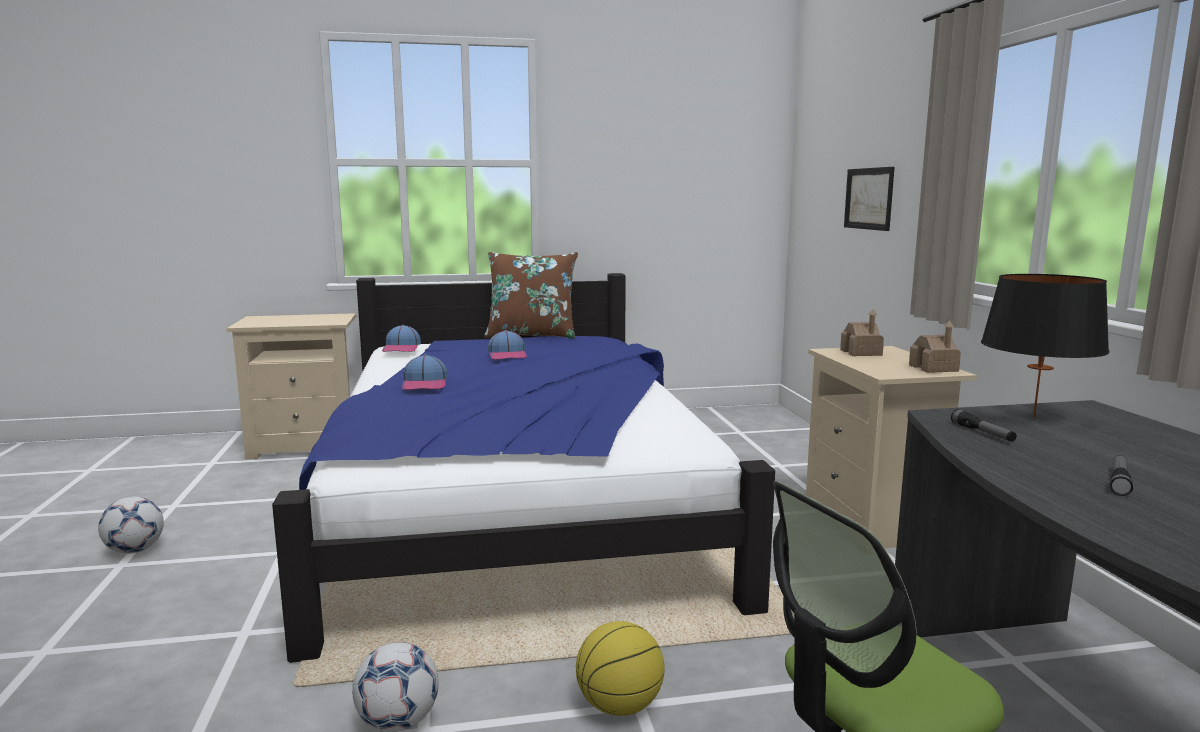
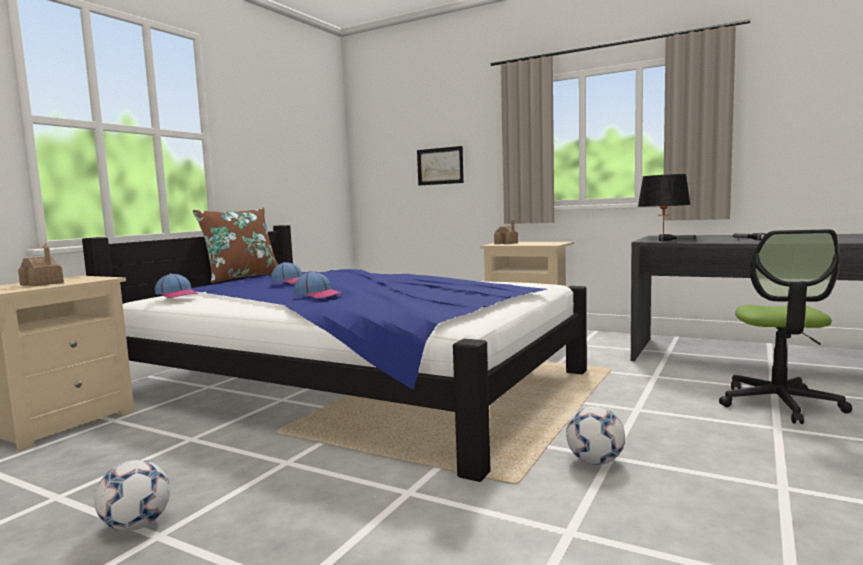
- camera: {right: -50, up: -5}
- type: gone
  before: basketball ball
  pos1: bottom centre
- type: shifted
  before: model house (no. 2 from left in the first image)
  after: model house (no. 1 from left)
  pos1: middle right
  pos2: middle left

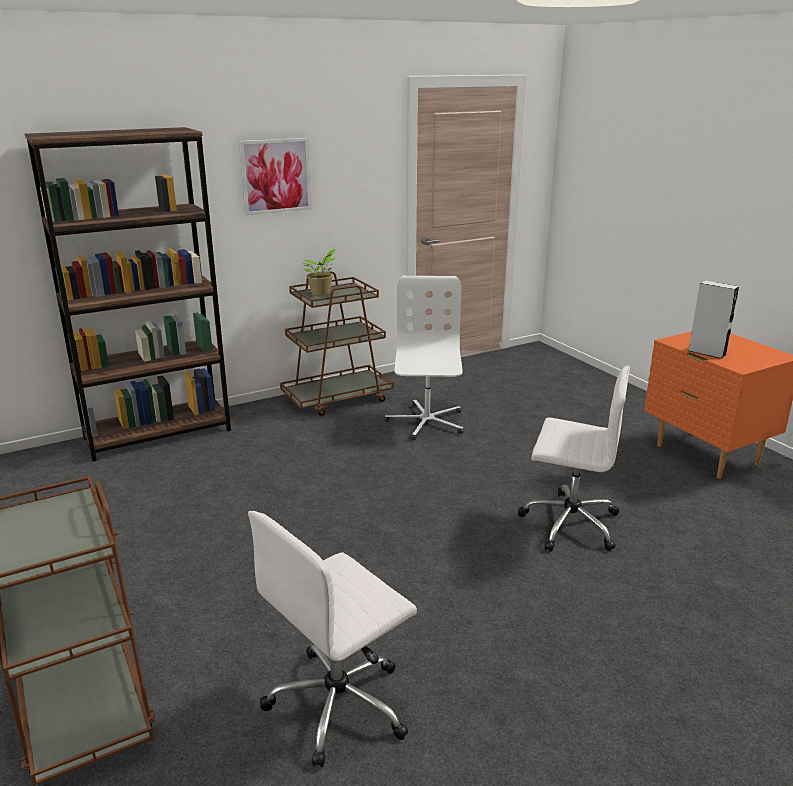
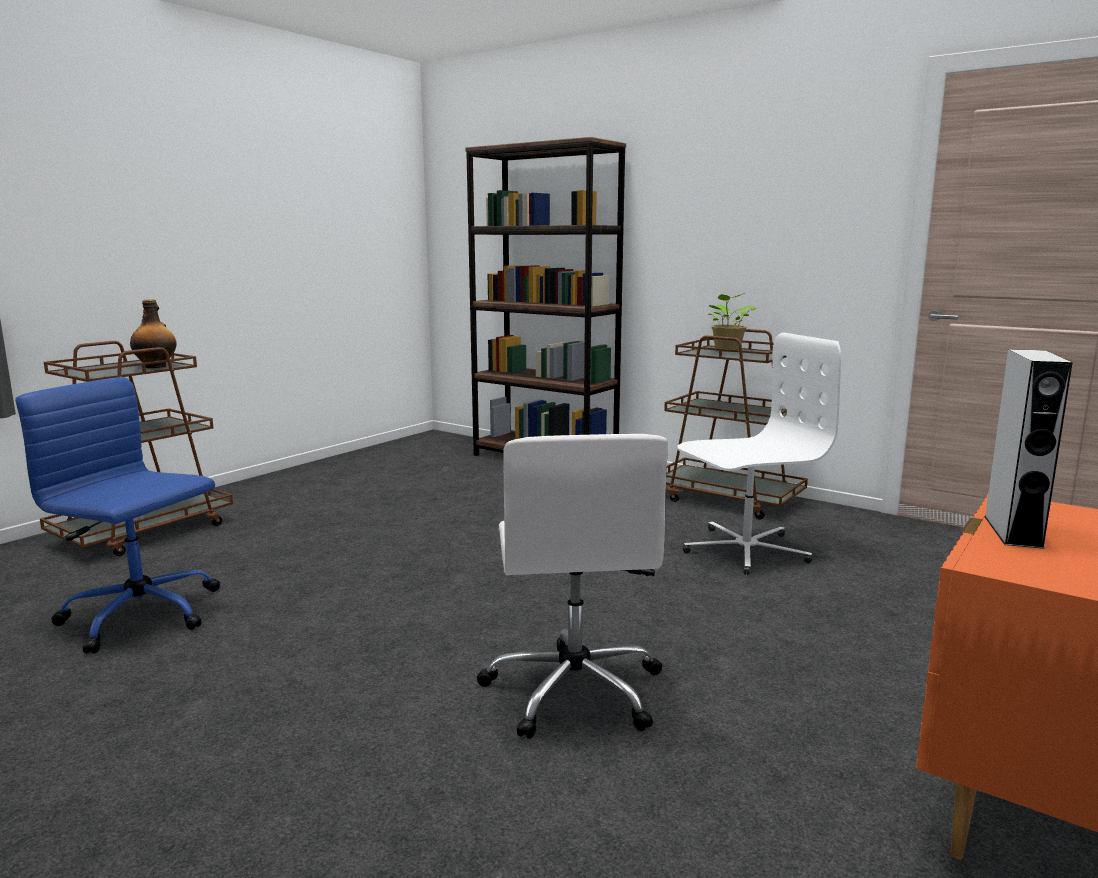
- camera: {right: 65, up: -10}
- type: gone
  before: wall picture
  pos1: top centre
- type: repainted
  before: white computer chair (no. 1 from left)
  after: blue-coloured computer chair
  pos1: bottom centre
  pos2: middle left
- type: new
  after: drink bottle
  pos2: middle left

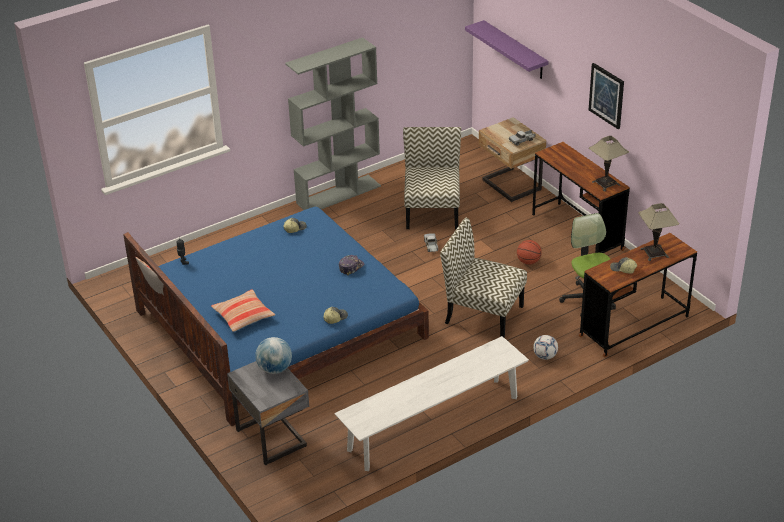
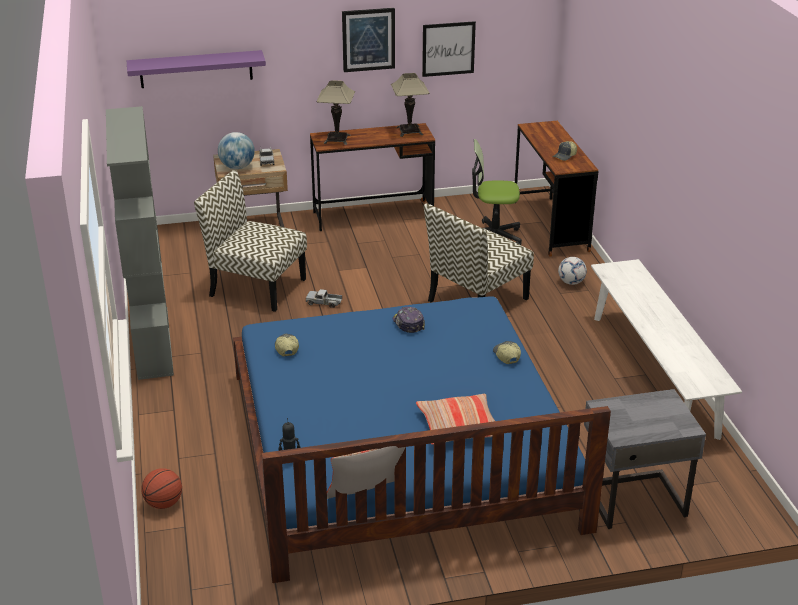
- camera: {right: -70, up: -5}
- type: shifted
  before: globe
  pos1: bottom centre
  pos2: top left
- type: shifted
  before: basketball ball
  pos1: middle right
  pos2: bottom left
- type: shifted
  before: lamp for a table (no. 2 from left in the first image)
  after: lamp for a table (no. 1 from left)
  pos1: middle right
  pos2: top centre
- type: new
  after: wall picture (no. 2 from left)
  pos2: top centre

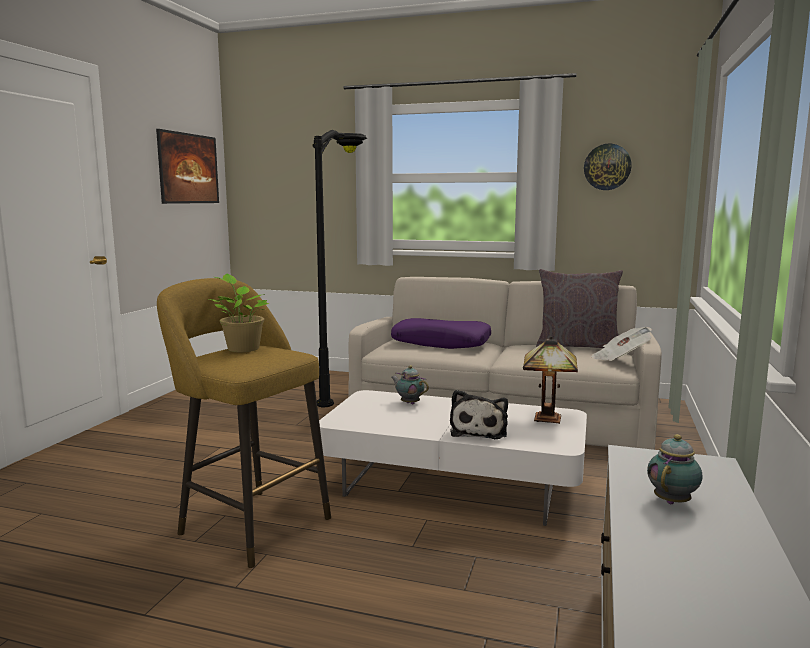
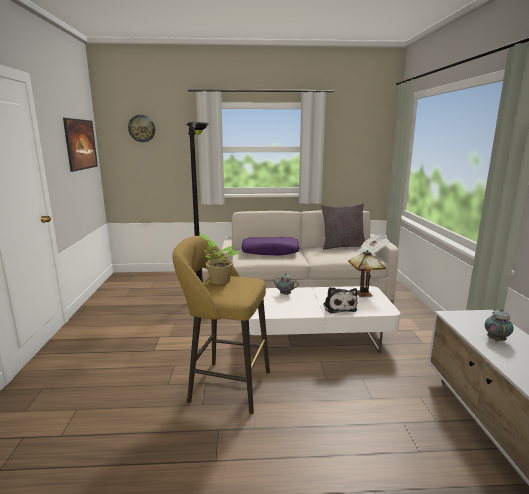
- camera: {right: -20, up: 5}
- type: shifted
  before: wall clock
  pos1: top right
  pos2: top left

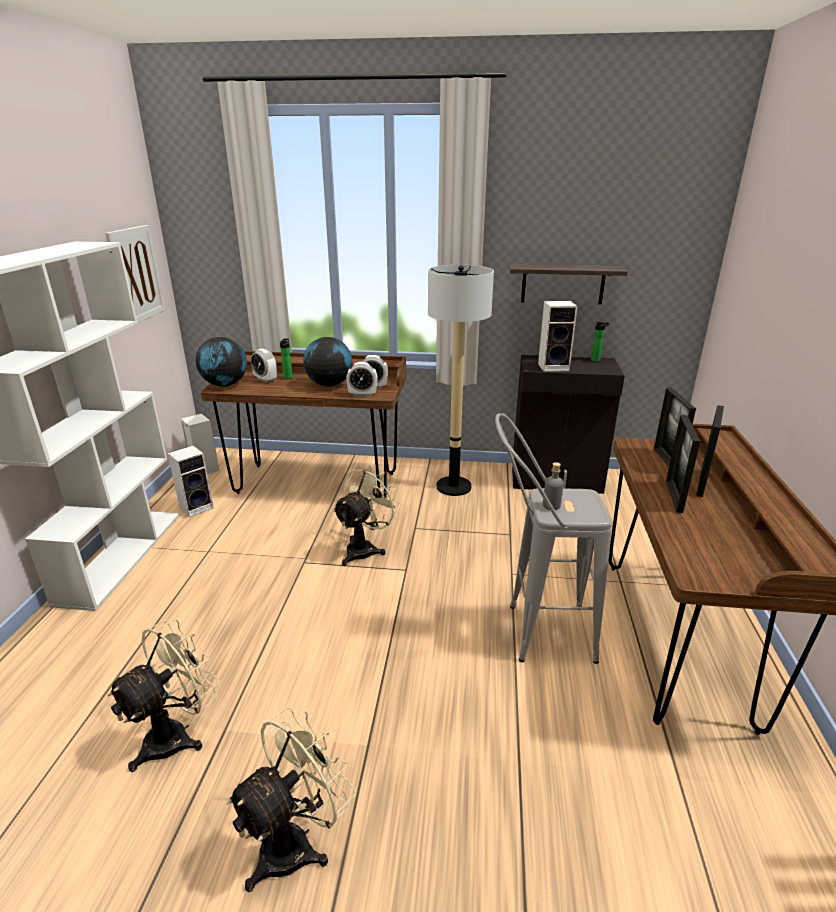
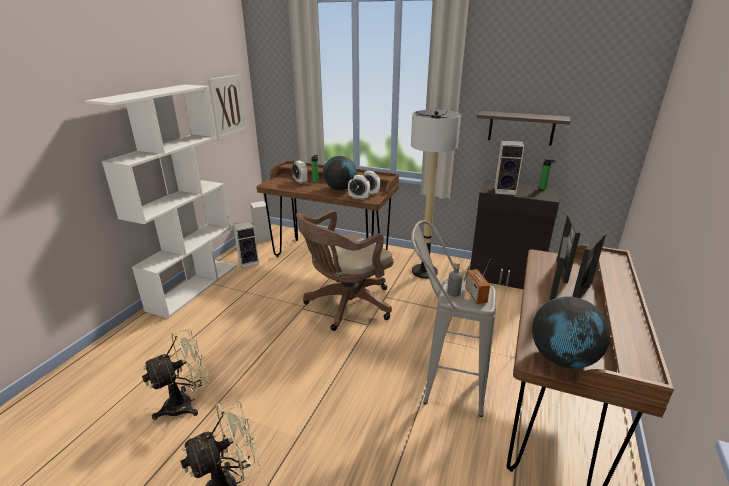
- camera: {right: 15, up: 0}
- type: shifted
  before: globe (no. 1 from left in the first image)
  after: globe (no. 2 from left)
  pos1: middle left
  pos2: bottom right
- type: swapped
  before: beige-coloured fan (no. 3 from left)
  after: brown-coloured computer chair
  pos1: centre
  pos2: centre
- type: new
  after: radio
  pos2: centre

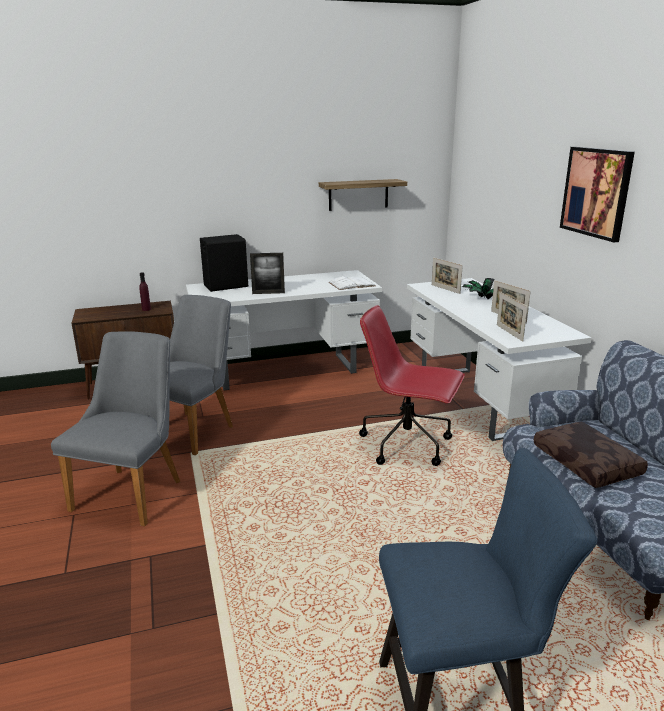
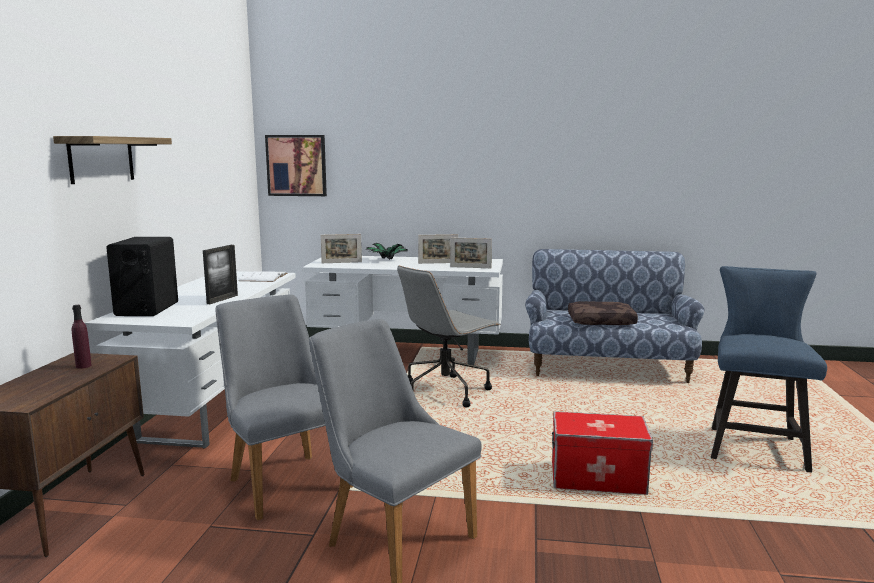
- camera: {right: -65, up: -10}
- type: shifted
  before: bracket shelf
  pos1: top centre
  pos2: top left
- type: repainted
  before: red-coloured computer chair
  after: greyish computer chair
  pos1: centre
  pos2: centre
- type: shifted
  before: wall picture
  pos1: top right
  pos2: top centre
- type: new
  after: storage bin
  pos2: bottom right

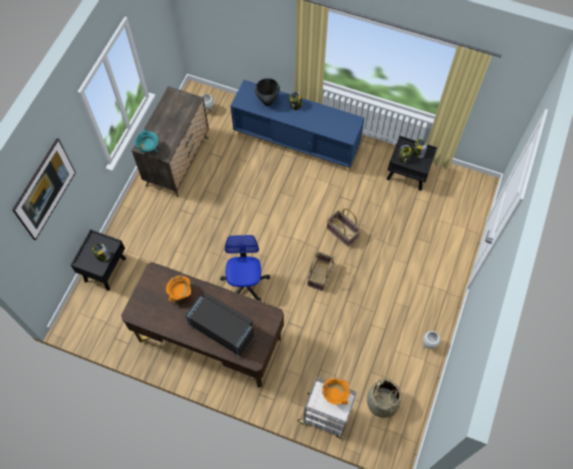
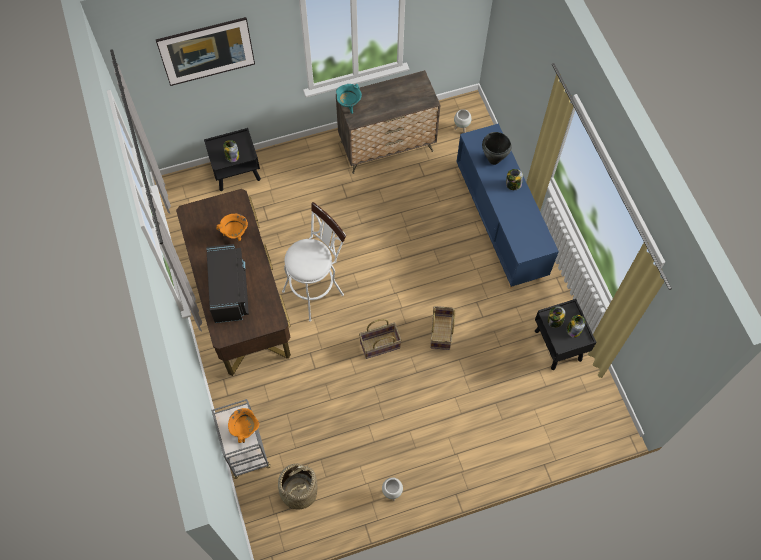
- camera: {right: 50, up: 0}
- type: swapped
  before: computer chair
  after: white stool seat
  pos1: centre
  pos2: centre

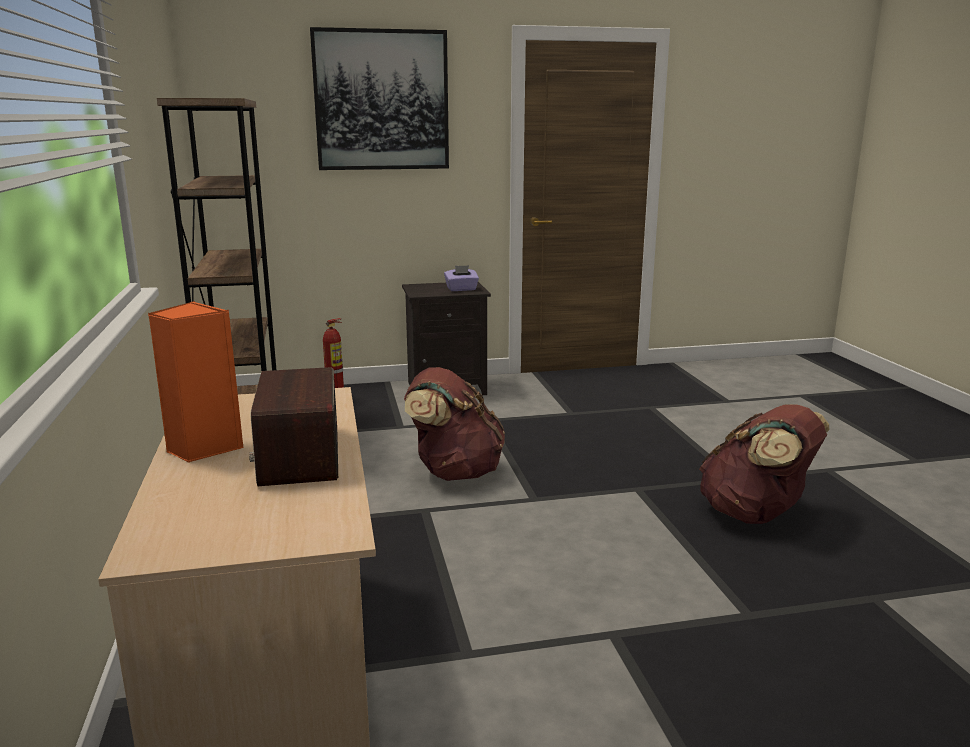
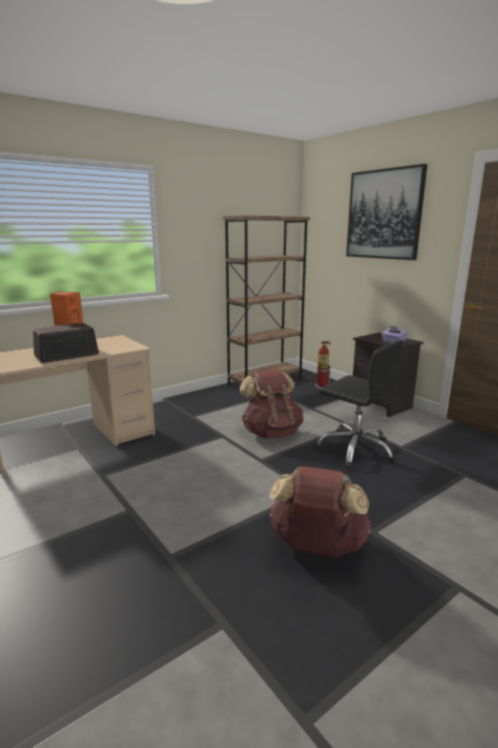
- camera: {right: 65, up: 0}
- type: new
  after: black computer chair
  pos2: middle right

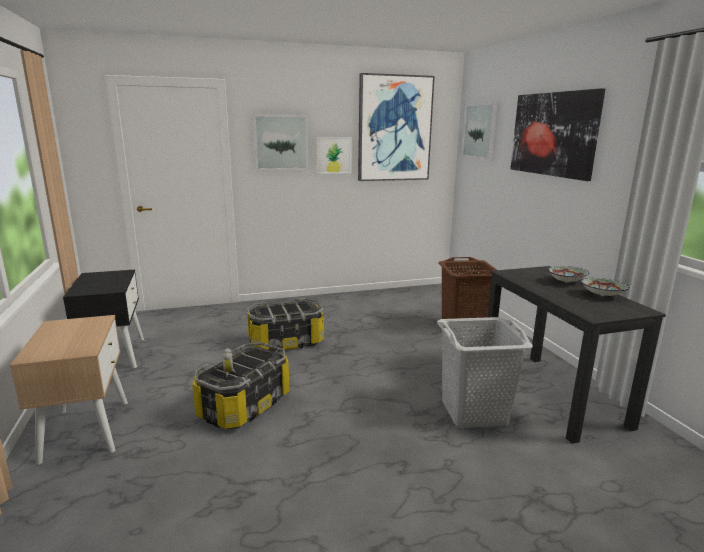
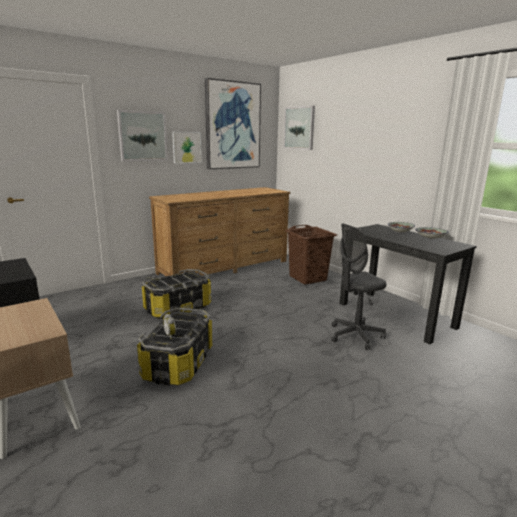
- camera: {right: -20, up: 0}
- type: swapped
  before: greyish laundry basket
  after: greyish computer chair
  pos1: bottom right
  pos2: middle right
- type: gone
  before: wall picture (no. 5 from left)
  pos1: top right
- type: new
  after: brown-coloured chest of drawers
  pos2: centre

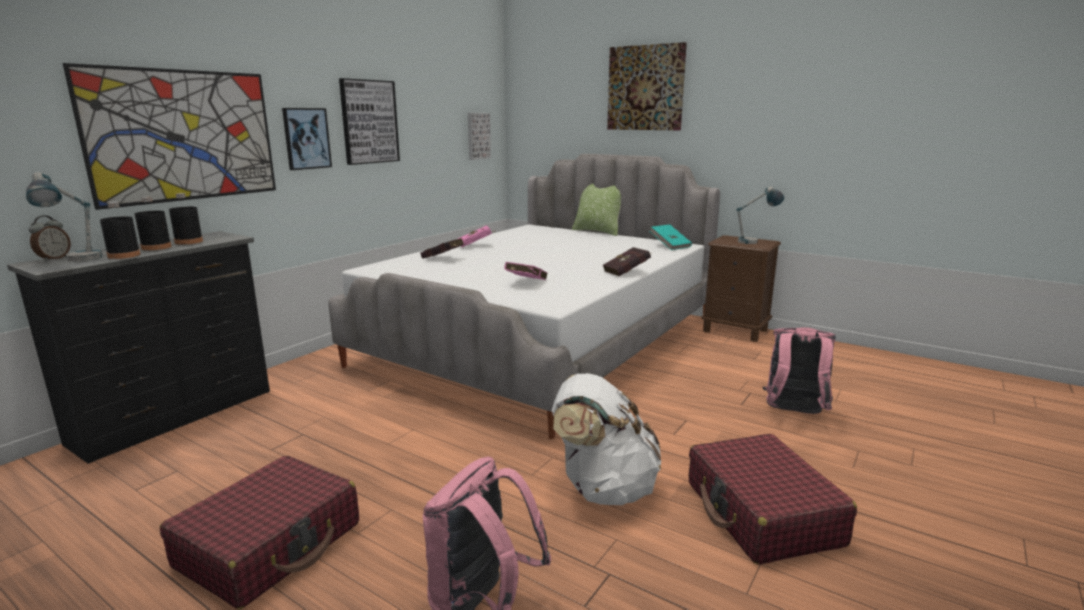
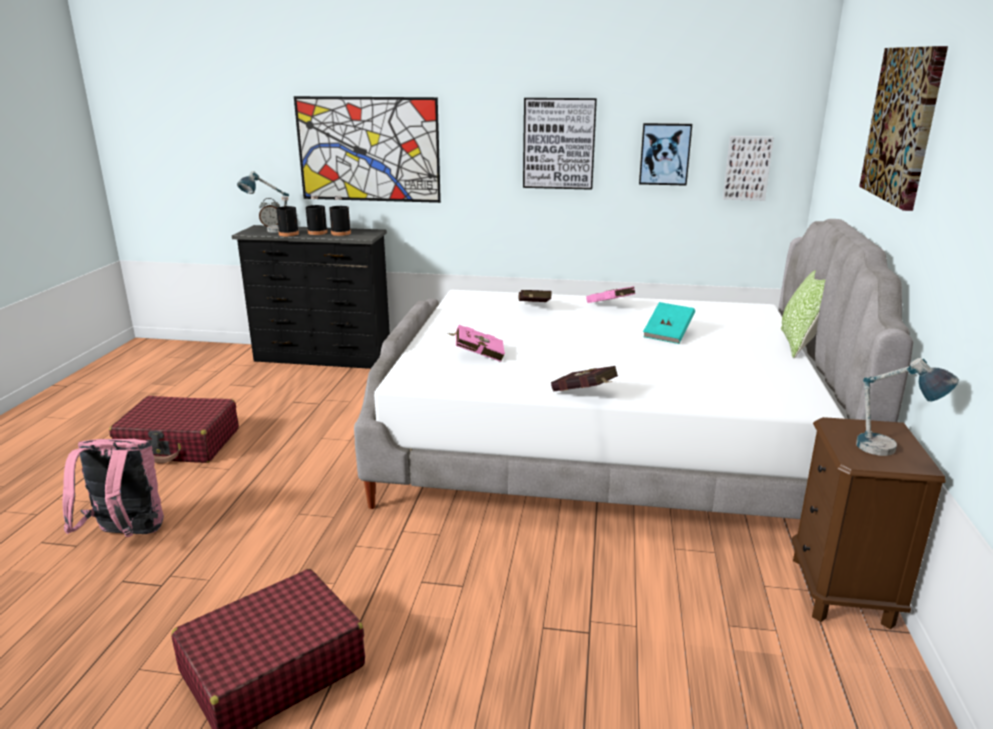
- camera: {right: 65, up: 5}
- type: shifted
  before: wall picture (no. 2 from left in the first image)
  after: wall picture (no. 3 from left)
  pos1: top left
  pos2: top right
- type: gone
  before: white knapsack
  pos1: bottom centre
- type: shifted
  before: blue-green book
  pos1: centre
  pos2: middle right
- type: gone
  before: pink-coloured knapsack (no. 2 from left)
  pos1: middle right

